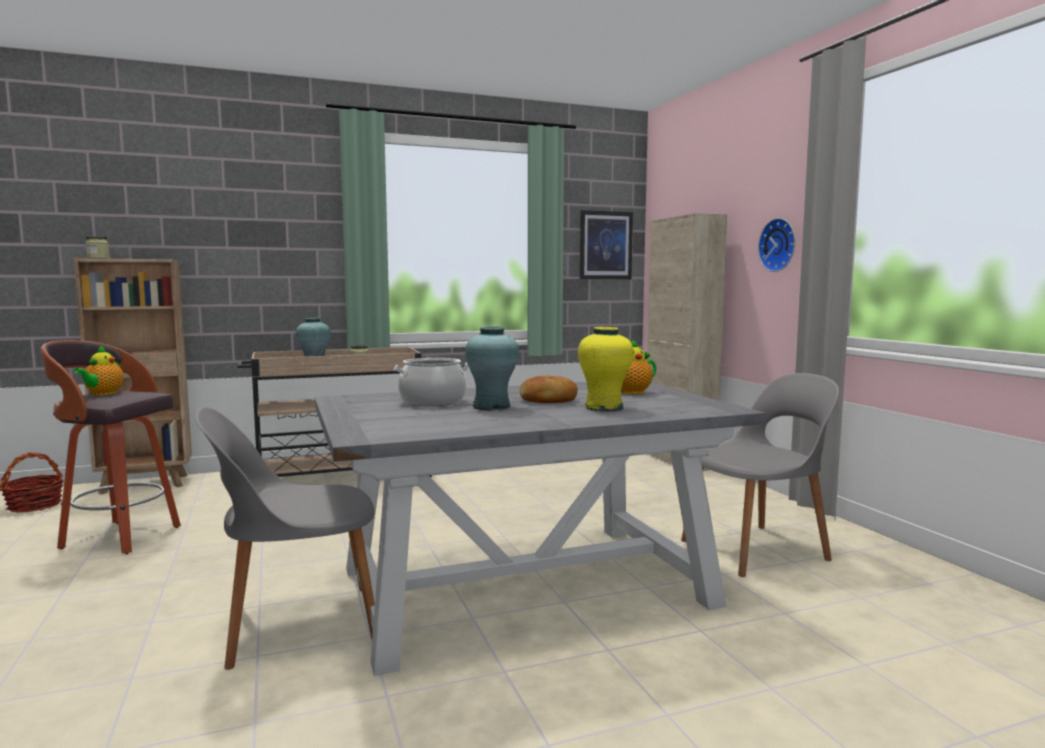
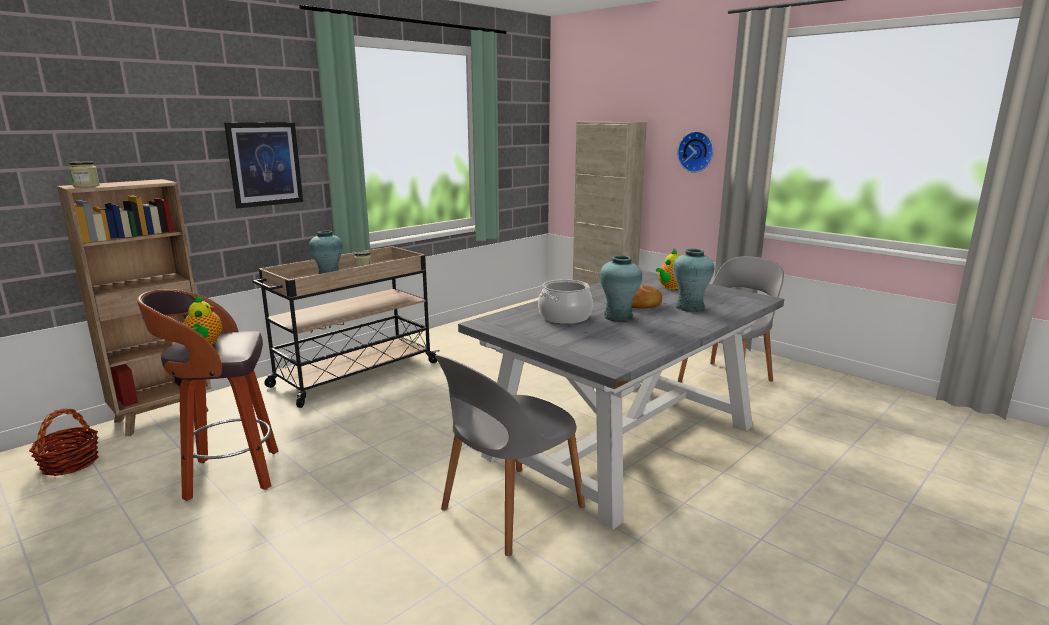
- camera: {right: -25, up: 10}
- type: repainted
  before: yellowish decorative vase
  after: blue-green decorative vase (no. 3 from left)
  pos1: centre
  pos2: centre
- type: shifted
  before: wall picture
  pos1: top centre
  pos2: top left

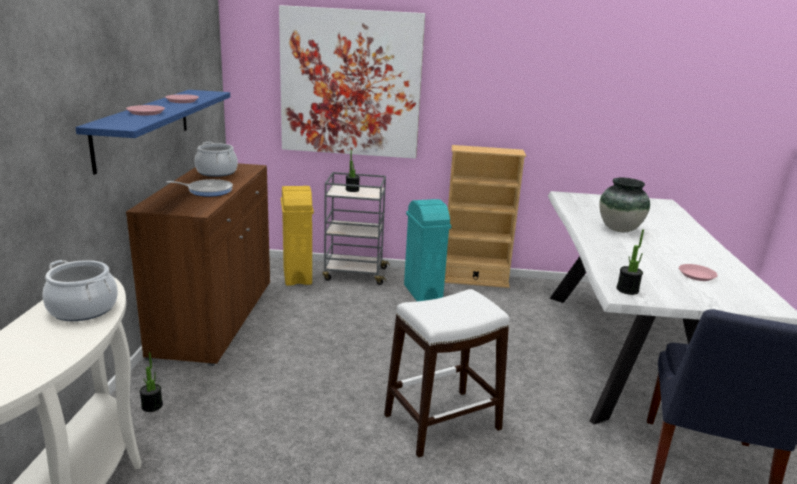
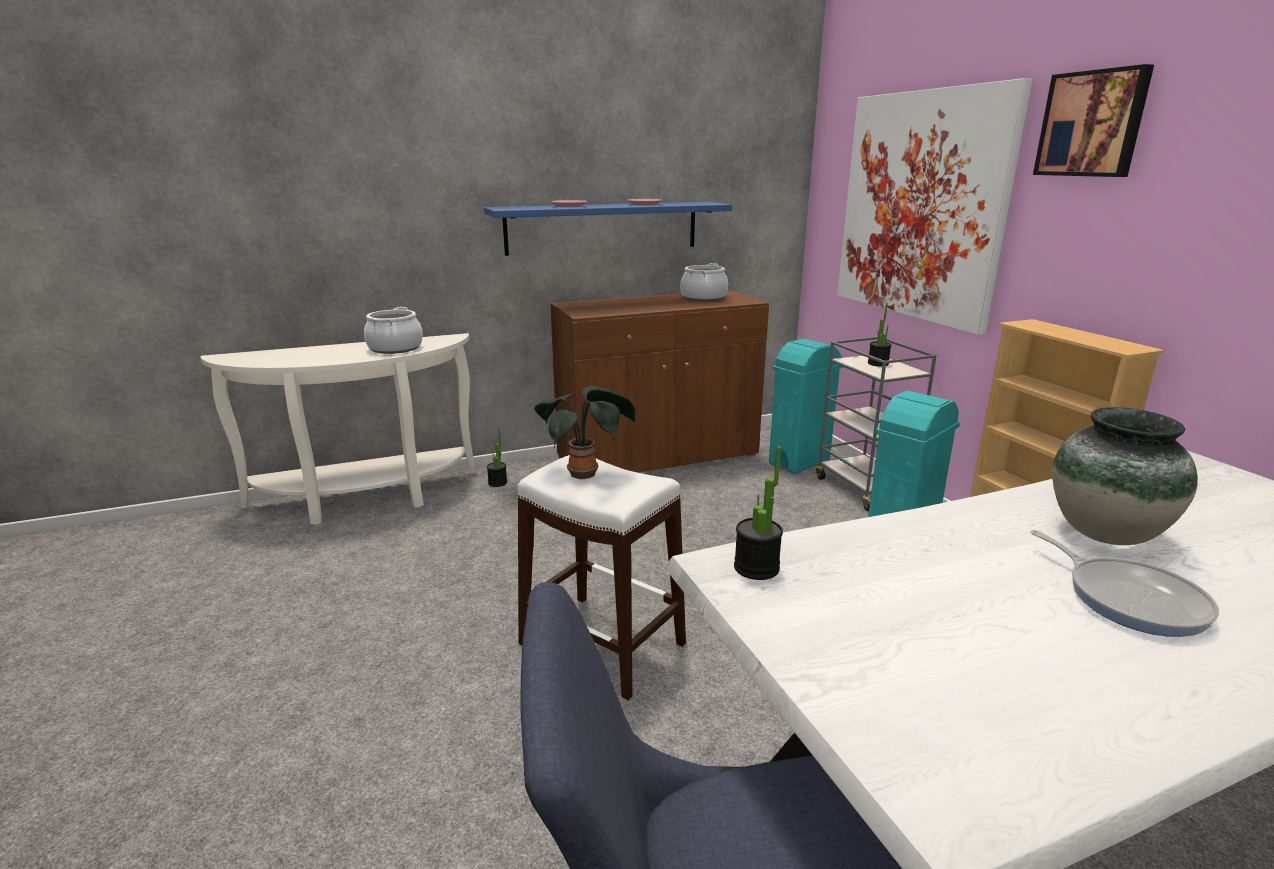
- camera: {right: 65, up: 0}
- type: shifted
  before: skillet
  pos1: middle left
  pos2: bottom right
- type: repainted
  before: yellowish rubbish bin
  after: blue-green rubbish bin (no. 1 from left)
  pos1: centre
  pos2: centre
- type: gone
  before: pink-coloured dinner plate (no. 3 from left)
  pos1: middle right
- type: new
  after: plant in a pot (no. 2 from left)
  pos2: centre
- type: new
  after: wall picture (no. 2 from left)
  pos2: top right

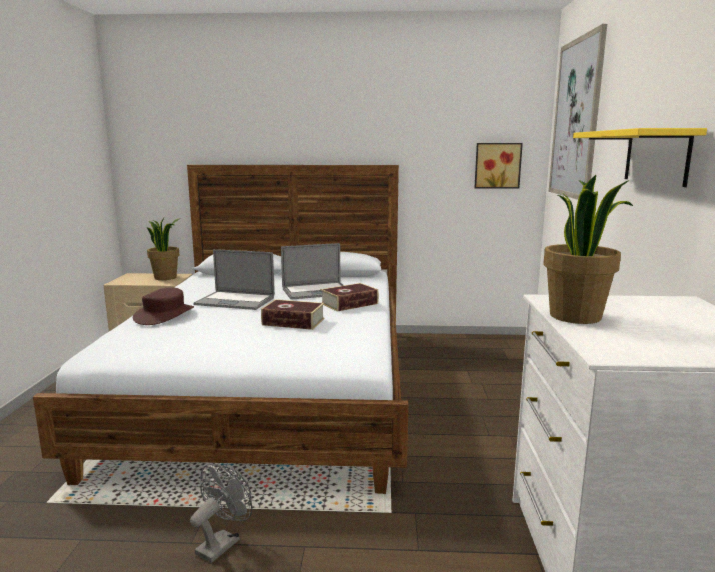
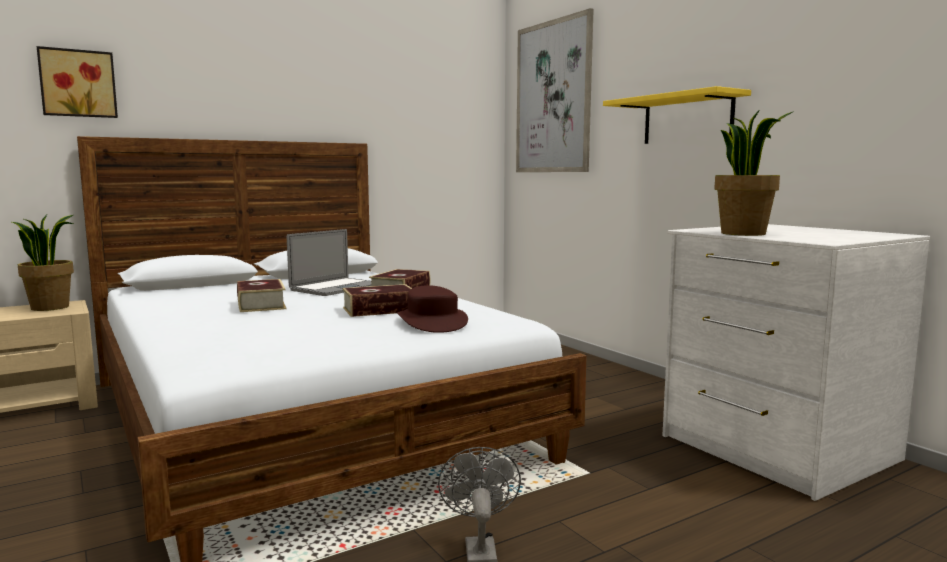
- camera: {right: -35, up: -5}
- type: shifted
  before: brown-coloured wearable hat
  pos1: middle left
  pos2: centre
- type: swapped
  before: notebook computer (no. 1 from left)
  after: book (no. 1 from left)
  pos1: middle left
  pos2: middle left
- type: shifted
  before: wall picture (no. 1 from left)
  pos1: top right
  pos2: top left

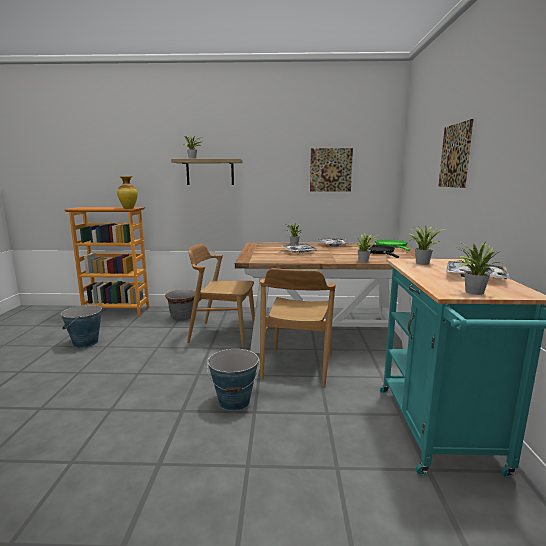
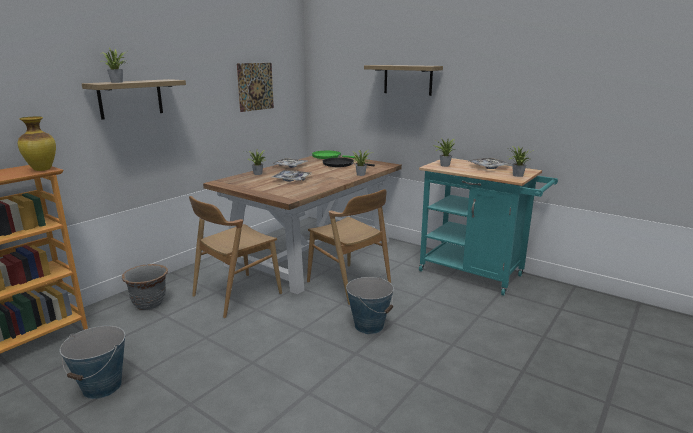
- camera: {right: -55, up: 5}
- type: swapped
  before: wall picture (no. 2 from left)
  after: bracket shelf (no. 2 from left)
  pos1: top right
  pos2: top centre

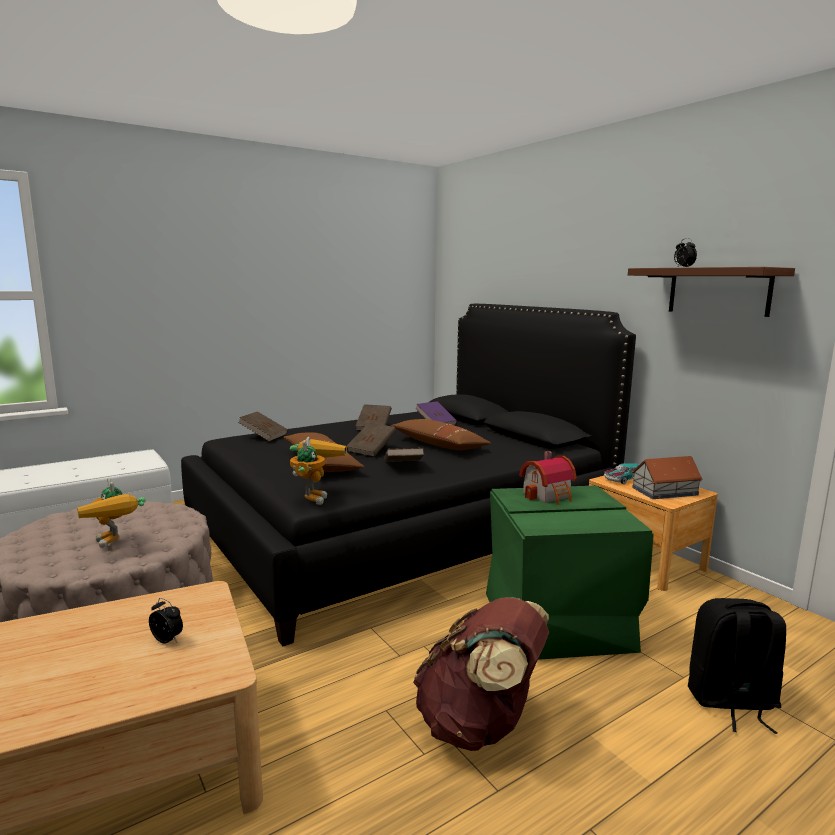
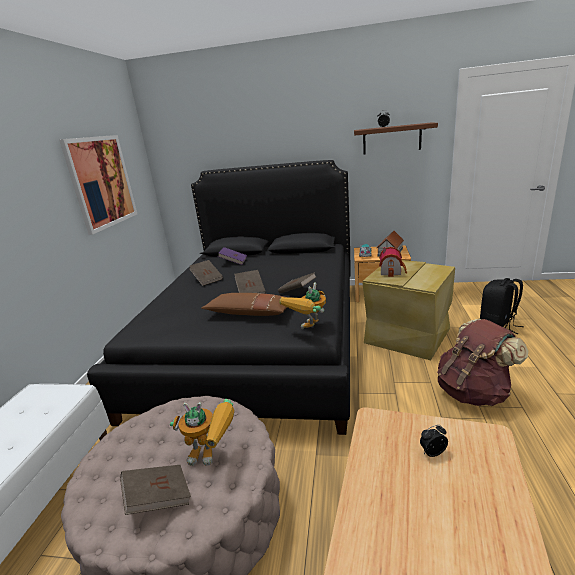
- camera: {right: -45, up: 10}
- type: shifted
  before: brown-coloured book (no. 1 from left)
  pos1: middle left
  pos2: bottom left
- type: rotated
  before: robot figure (no. 2 from left)
  pos1: centre
  pos2: centre
  turn: -105
- type: gone
  before: brown-coloured pillow (no. 2 from left)
  pos1: centre
- type: repainted
  before: green-coloured storage bin
  after: beige-coloured storage bin
  pos1: bottom right
  pos2: middle right
- type: new
  after: wall picture
  pos2: top left

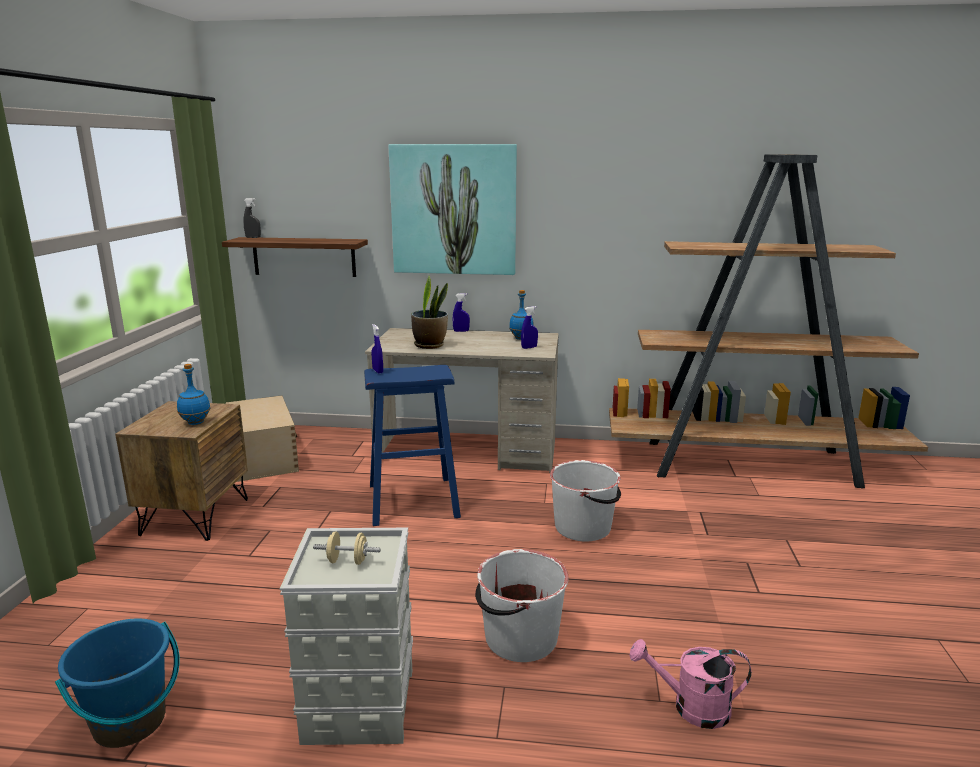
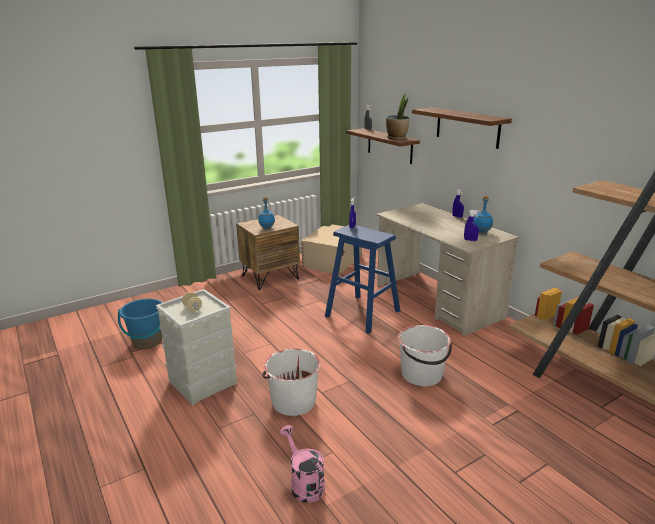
- camera: {right: 50, up: 5}
- type: swapped
  before: wall picture
  after: bracket shelf (no. 2 from left)
  pos1: top centre
  pos2: top right
- type: shifted
  before: plant in a pot
  pos1: centre
  pos2: top centre

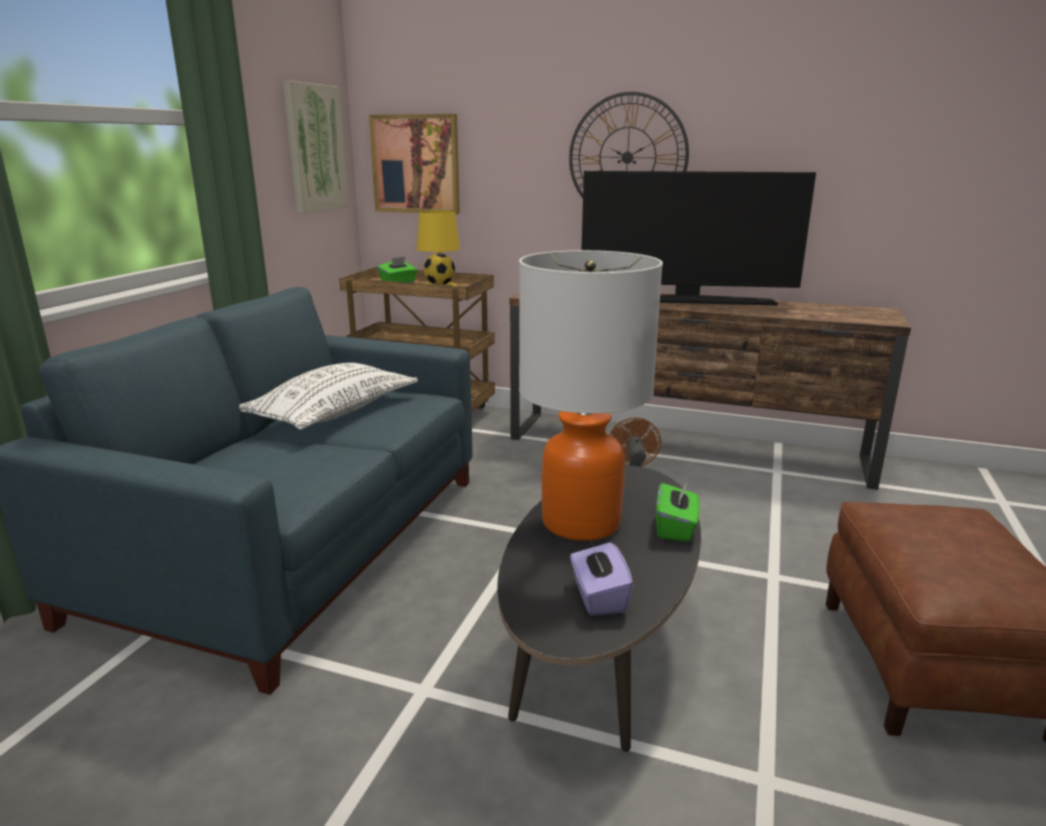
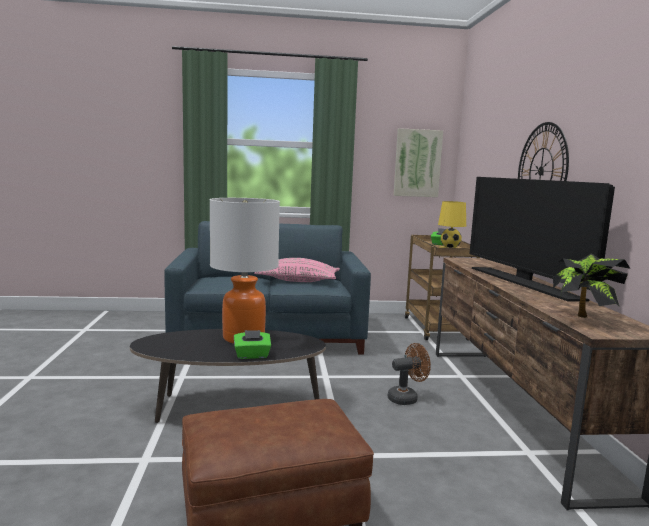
- camera: {right: 65, up: -10}
- type: repainted
  before: white pillow
  after: pink-coloured pillow
  pos1: middle left
  pos2: centre
- type: gone
  before: wall picture (no. 2 from left)
  pos1: top centre
- type: gone
  before: purple tissue box
  pos1: bottom centre
- type: new
  after: plant in a pot
  pos2: middle right

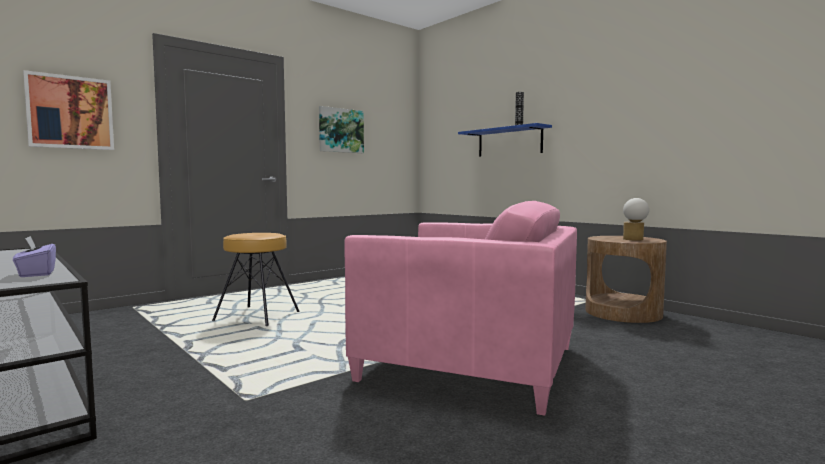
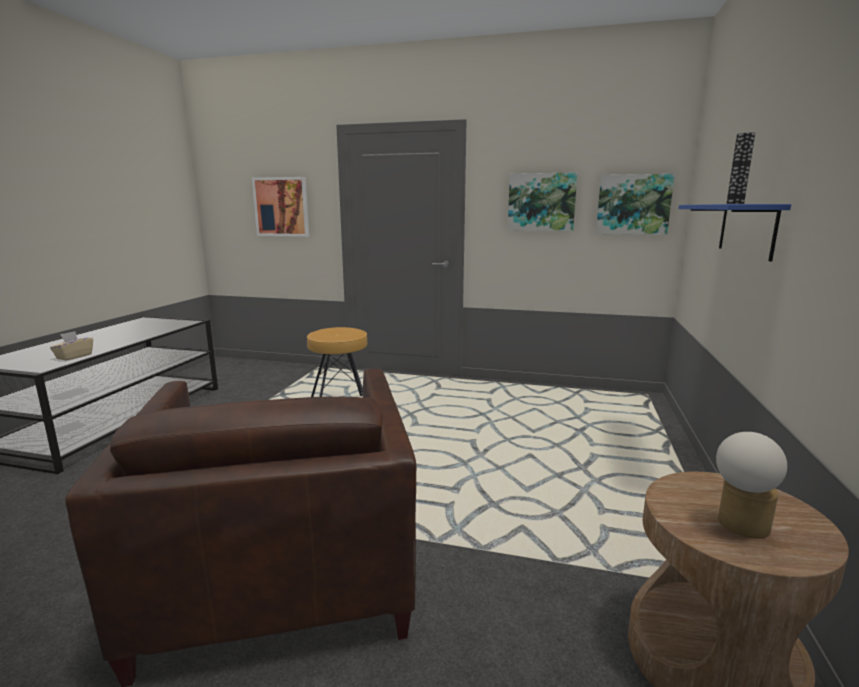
- camera: {right: 55, up: 10}
- type: repainted
  before: purple tissue box
  after: beige-coloured tissue box
  pos1: middle left
  pos2: middle left
- type: repainted
  before: pink-coloured lounge chair
  after: brown-coloured lounge chair
  pos1: centre
  pos2: bottom left
- type: new
  after: wall picture (no. 3 from left)
  pos2: top right

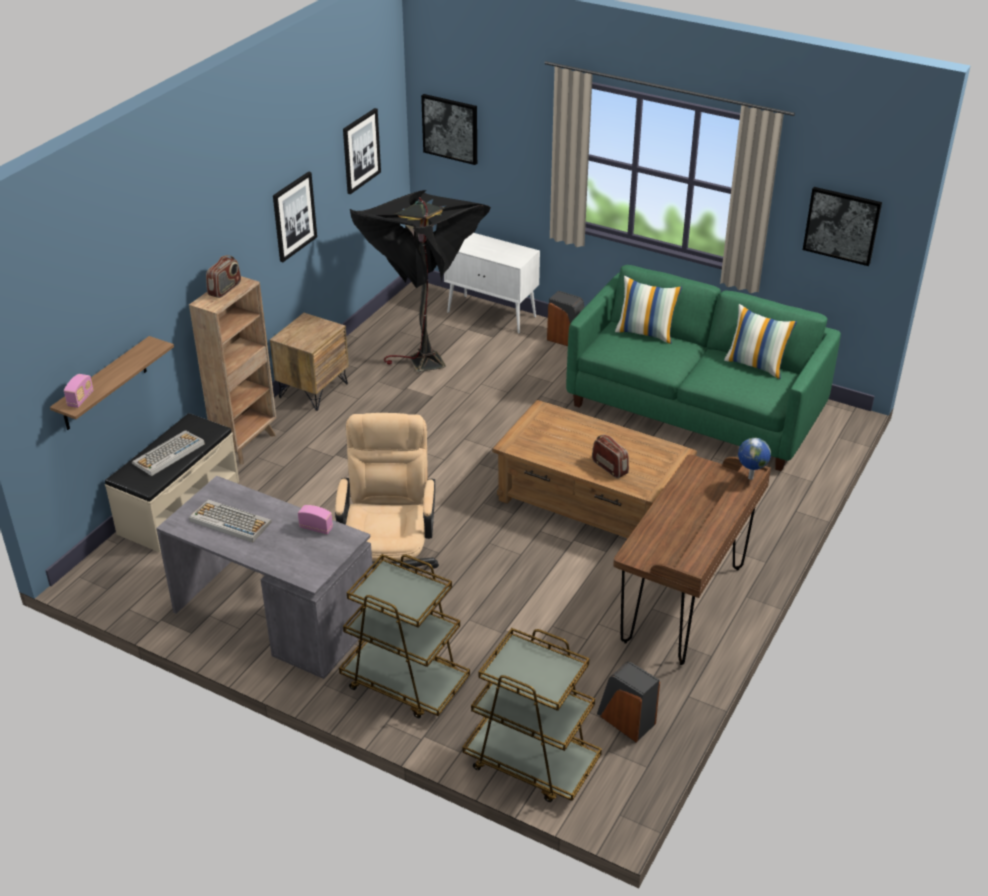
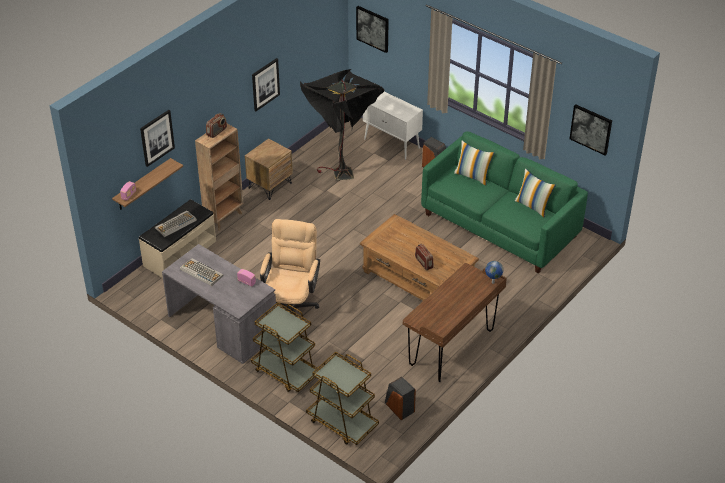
- camera: {right: 10, up: 5}
- type: shifted
  before: wall picture (no. 2 from left in the first image)
  after: wall picture (no. 1 from left)
  pos1: top centre
  pos2: top left

